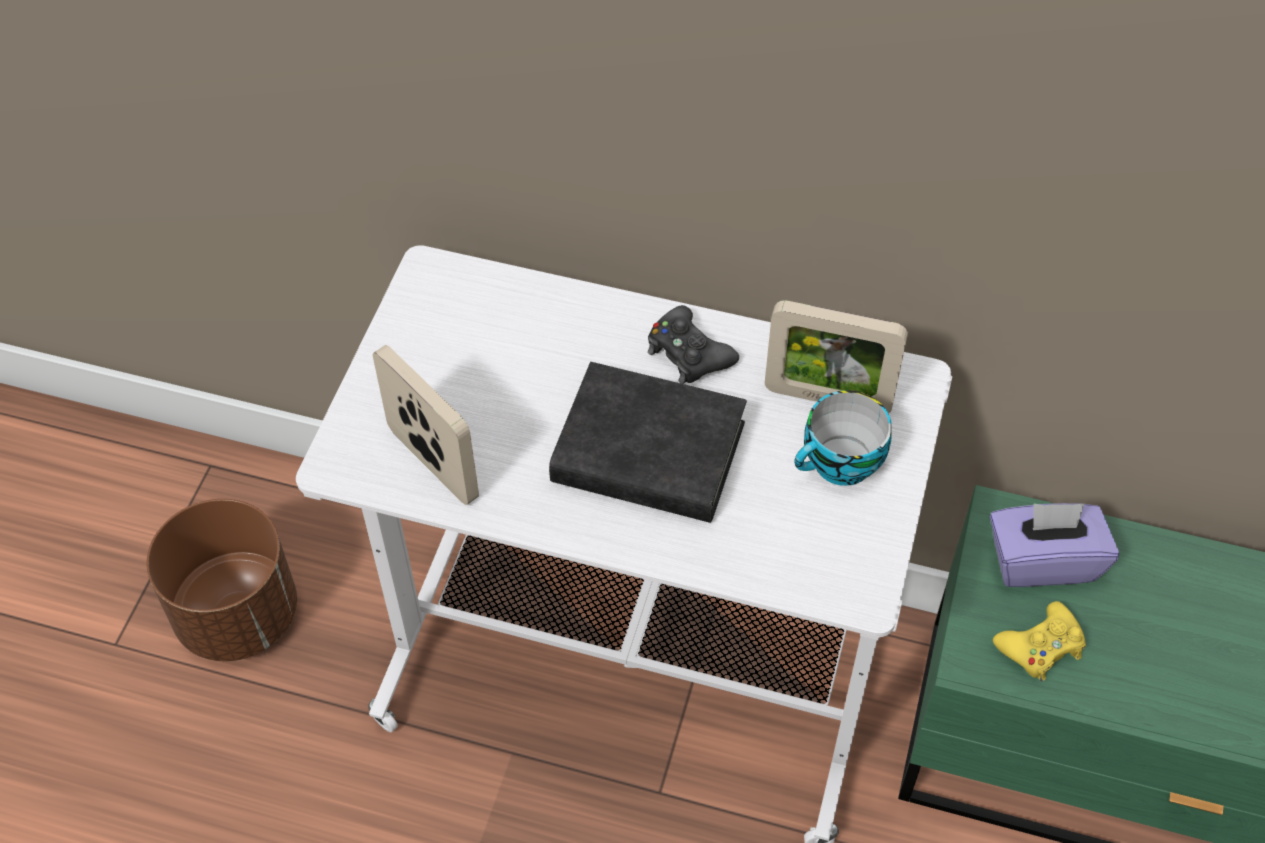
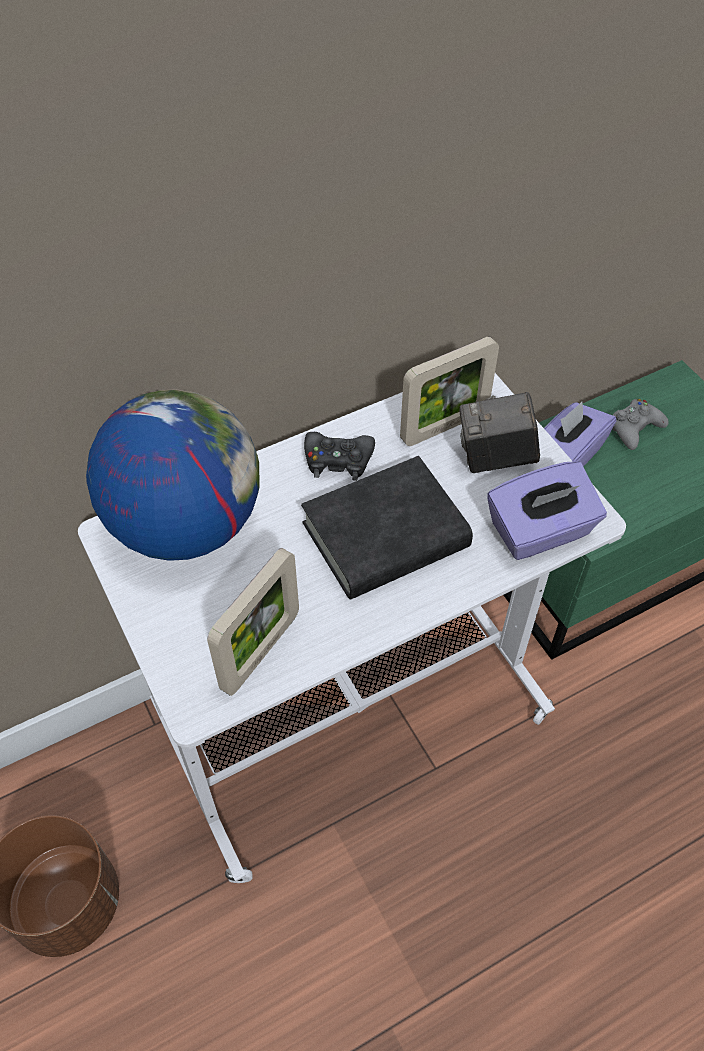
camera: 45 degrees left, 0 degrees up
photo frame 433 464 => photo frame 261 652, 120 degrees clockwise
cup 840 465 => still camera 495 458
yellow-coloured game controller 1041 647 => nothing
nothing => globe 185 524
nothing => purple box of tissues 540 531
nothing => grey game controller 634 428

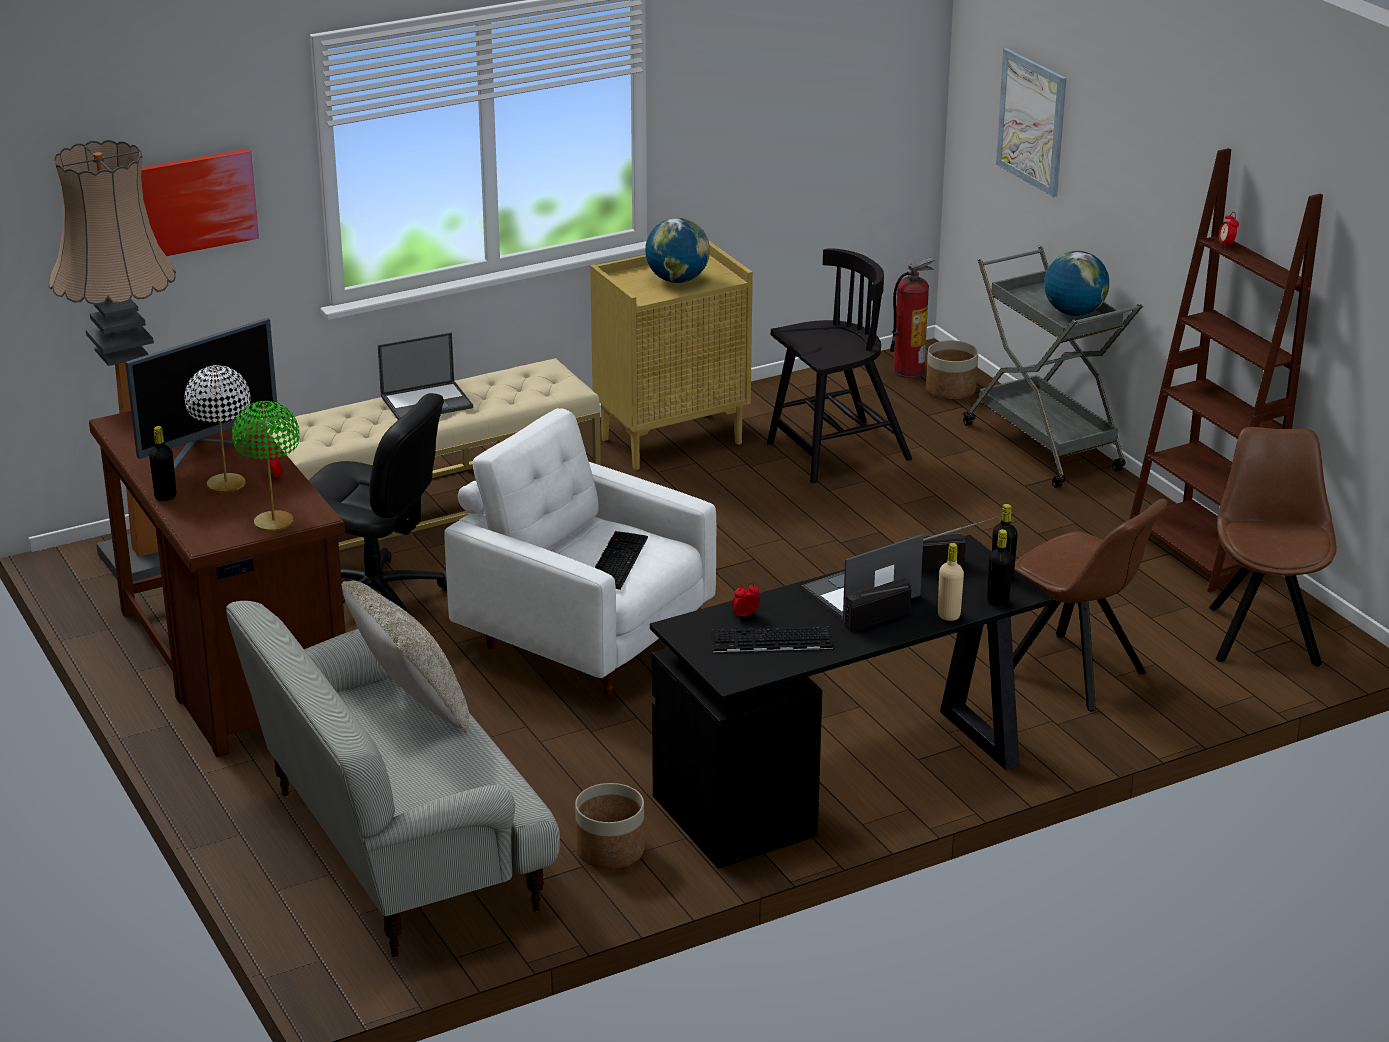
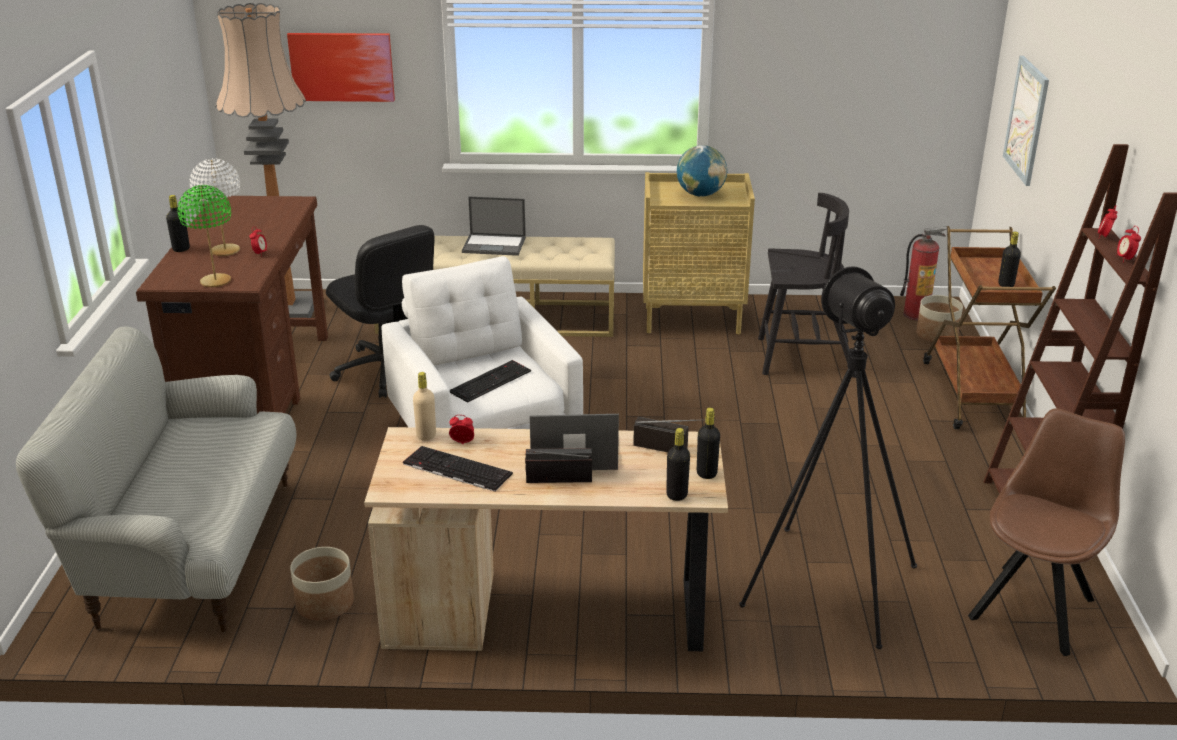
camera: 30 degrees right, 0 degrees up
computer screen 207 452 => nothing
beige-coloured pillow 410 707 => nothing
blackish desk 847 781 => beige-coloured desk 552 612
beige-coloured bottle 948 615 => beige-coloured bottle 426 435, move
grey cart 1043 448 => brownish cart 972 396
brownish plain chair 1075 673 => blackish standing lamp 829 586
globe 1074 313 => blackish bottle 1006 285
nothing => bedside clock 1125 259

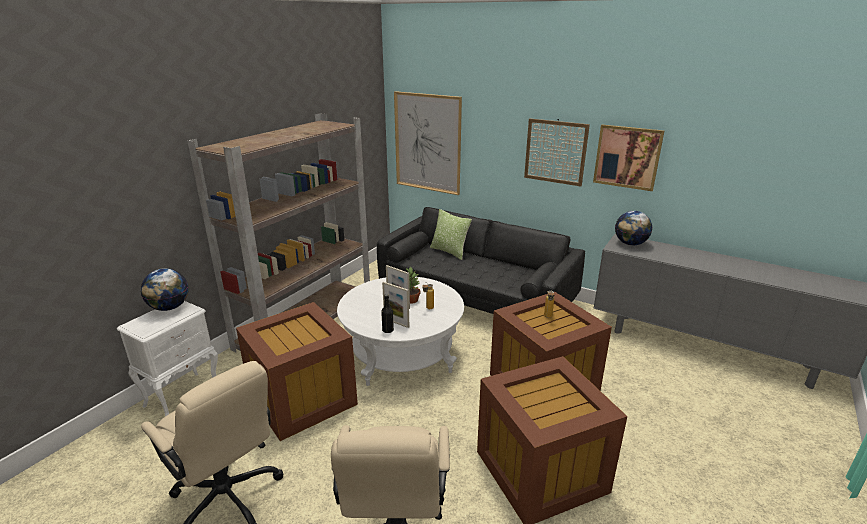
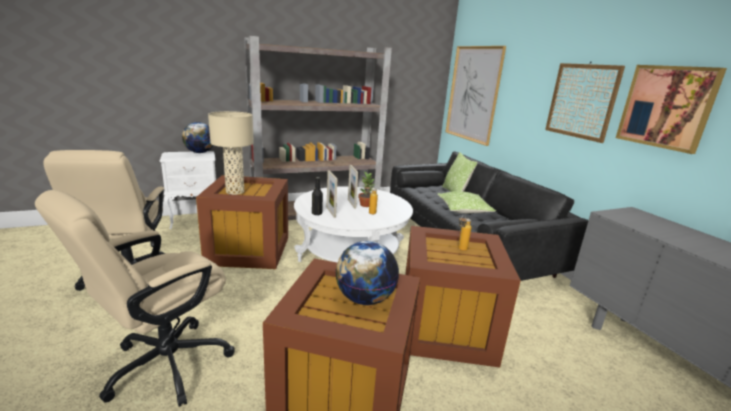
camera: 35 degrees right, 5 degrees down
globe 630 244 => globe 364 299, move
nothing => beige-coloured lamp for a table 234 191
nothing => pillow 463 210

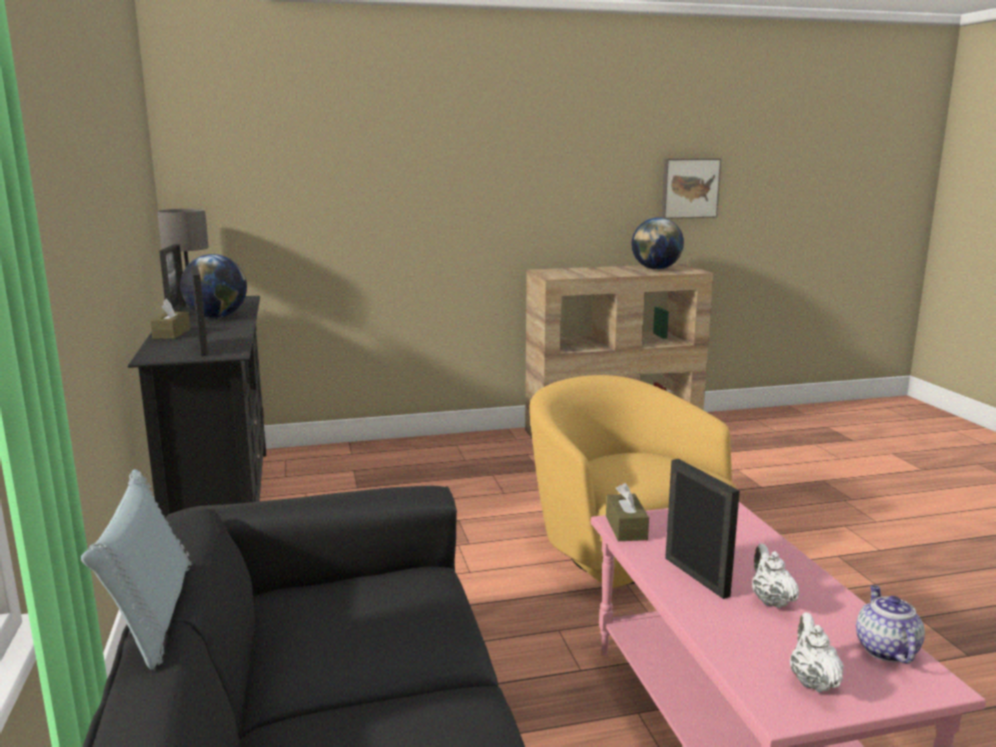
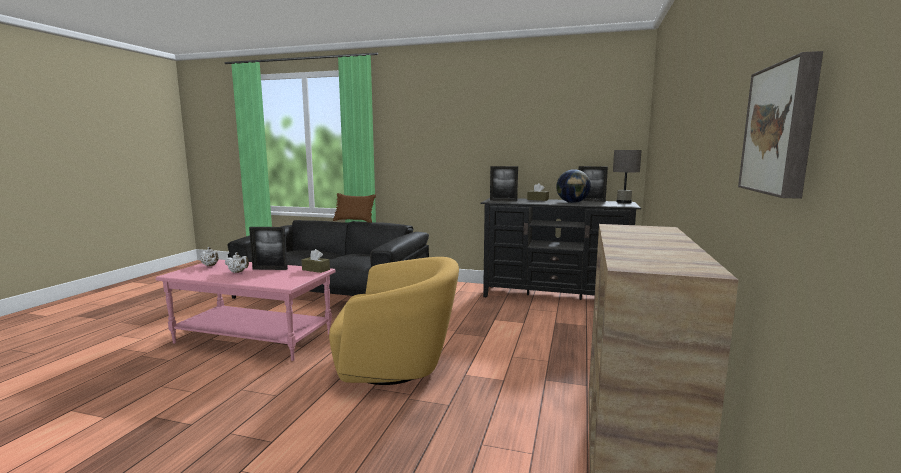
camera: 120 degrees right, 5 degrees down
blue pillow 151 614 => brownish pillow 354 221
globe 656 269 => nothing
pot for tea 885 649 => nothing

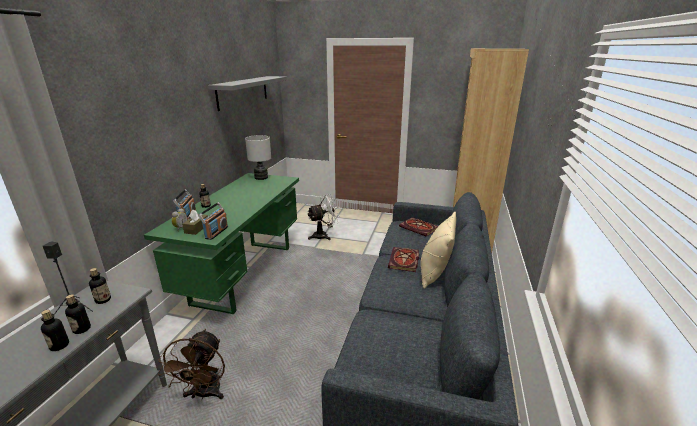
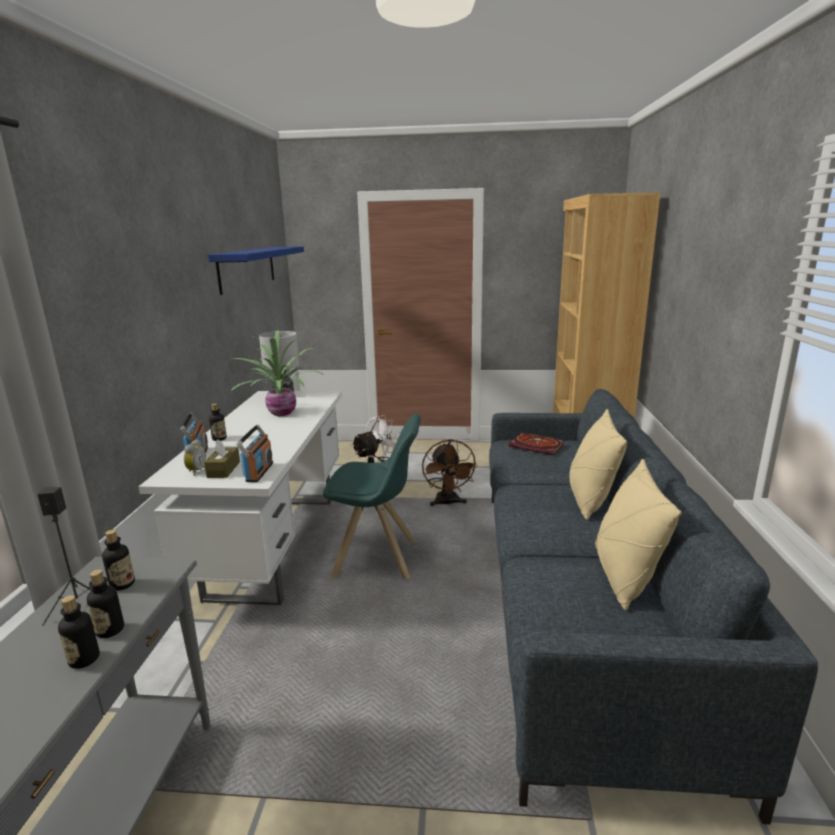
camera: 10 degrees left, 5 degrees down
greenish desk 244 273 => white desk 275 544
brownish electric fan 204 394 => brownish electric fan 448 503, move
grey shelf 243 92 => blue shelf 247 268
bound book 404 261 => nothing
nothing => plant in a pot 280 413
nothing => turquoise plain chair 376 558
nothing => beige-coloured pillow 623 576

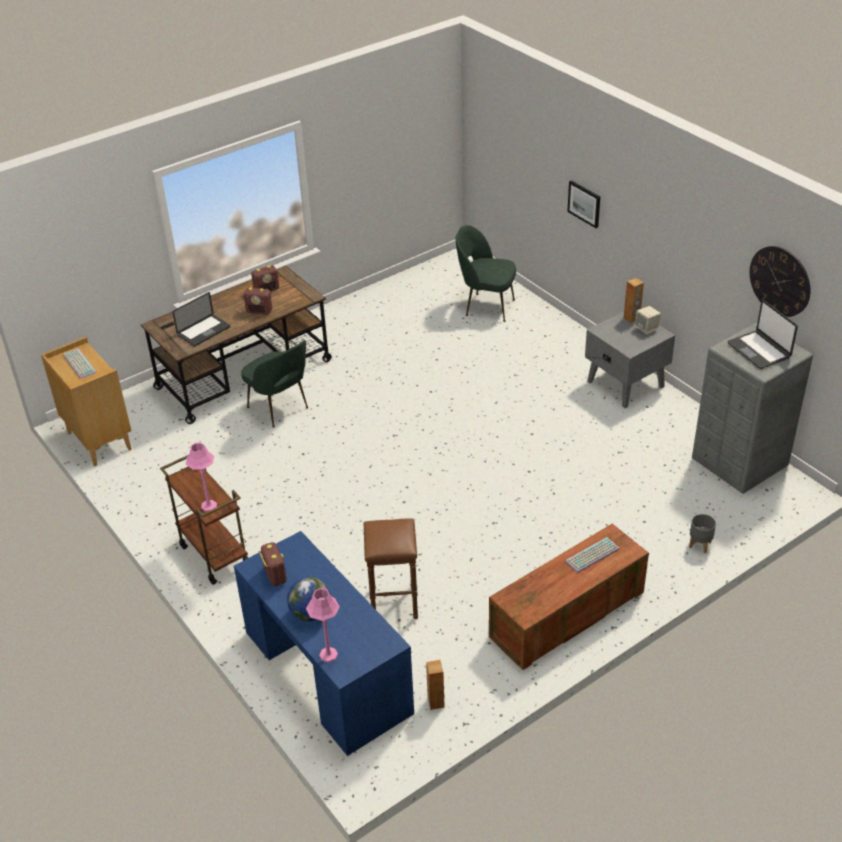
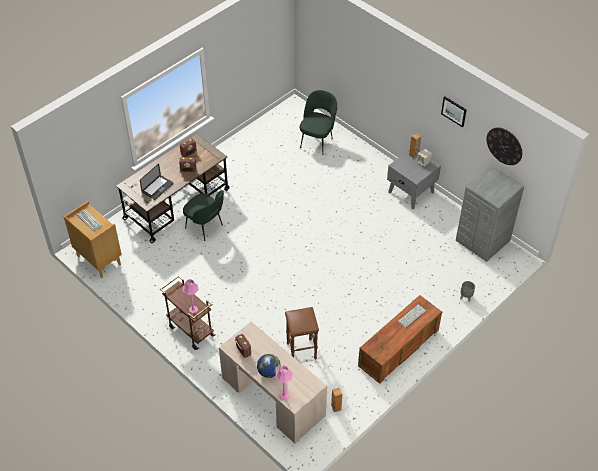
camera: 10 degrees left, 10 degrees up
blue desk 327 671 => beige-coloured desk 273 396
greenish plain chair 485 307 => greenish plain chair 317 141, 105 degrees clockwise
wall art 584 203 => wall art 454 111, move
portable computer 759 350 => nothing

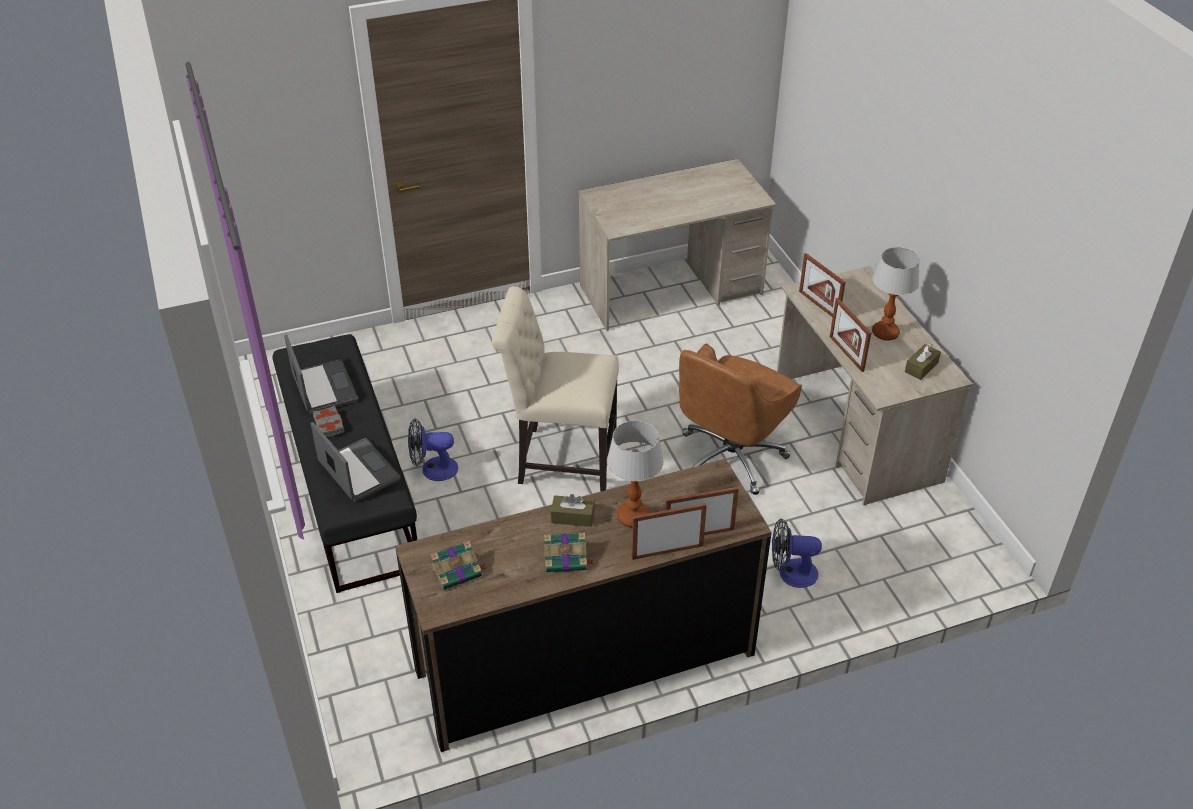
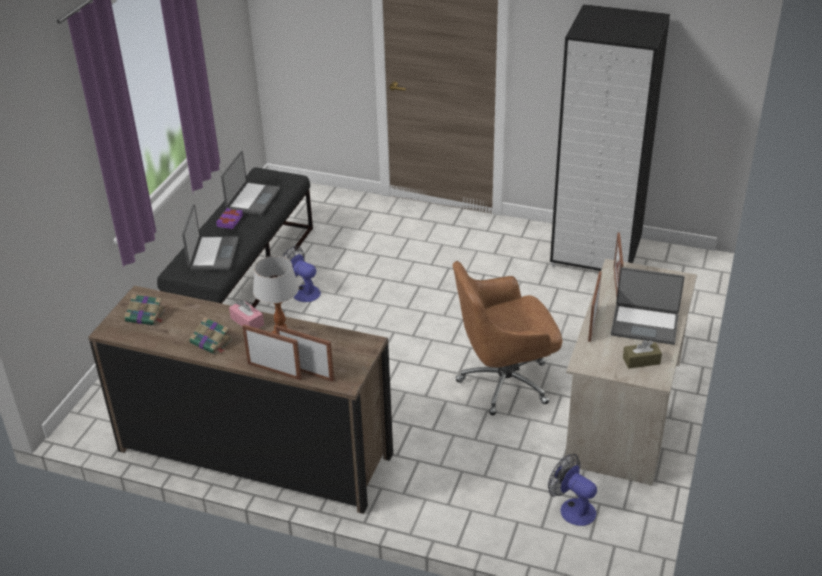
camera: 40 degrees right, 5 degrees down
grey bound book 329 424 => purple bound book 230 221
beige-coloured plain chair 560 458 => nothing
brownish box of tissues 573 517 => pinkish box of tissues 247 321
beige-coloured desk 671 291 => clothes cupboard 596 254
electric fan 790 573 => electric fan 572 508, move
lamp for a table 885 333 => portable computer 645 324

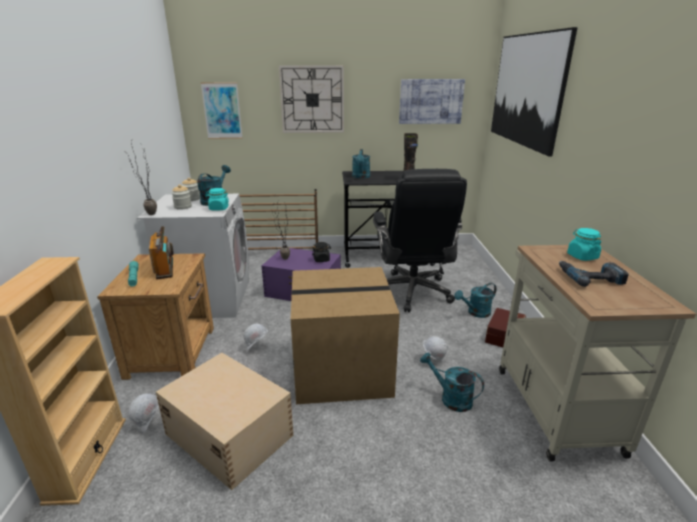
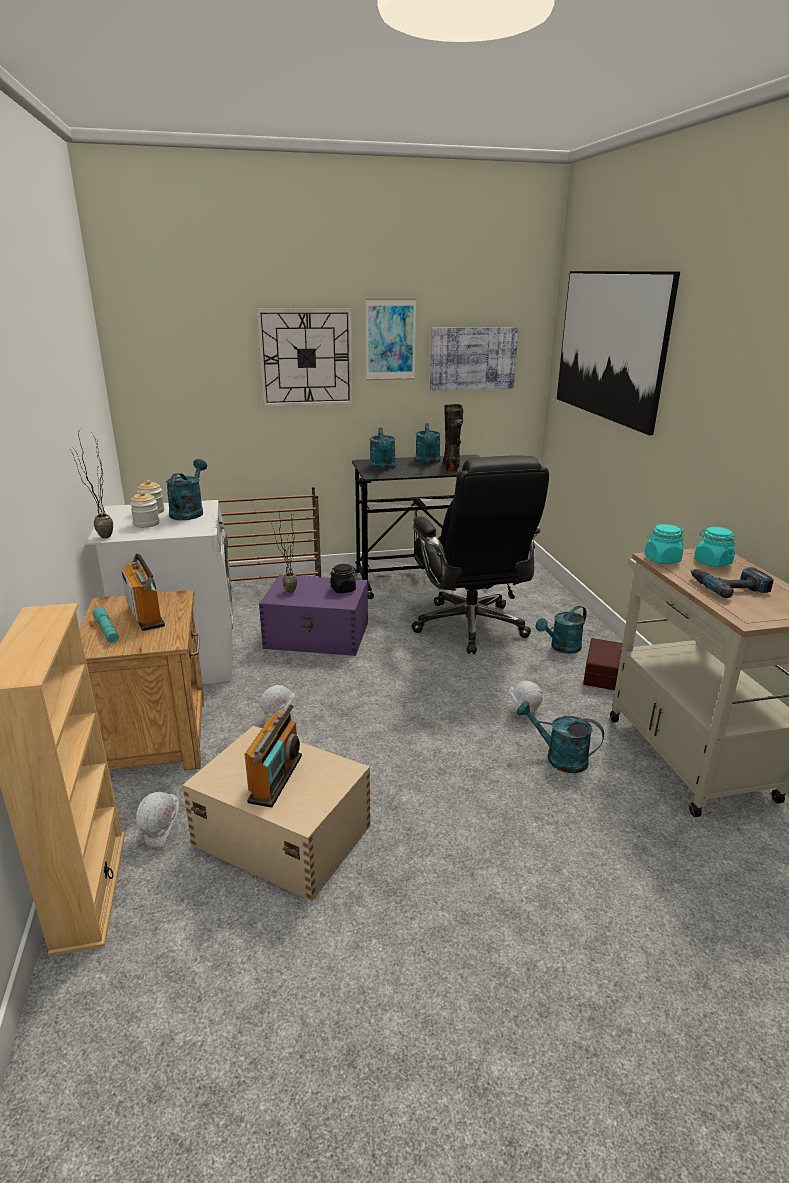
camera: 10 degrees left, 0 degrees up
wall art 222 111 => wall art 390 340, move
turquoise jar 218 208 => turquoise jar 661 560, move
cardboard box 343 368 => nothing
nothing => radio set 276 778
nothing => turquoise watering can 428 462

